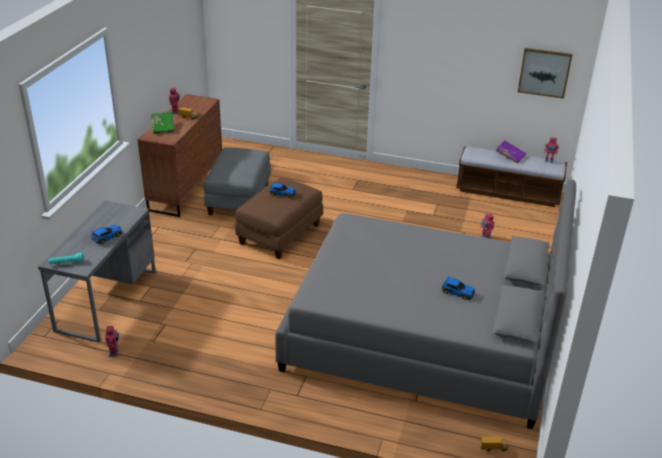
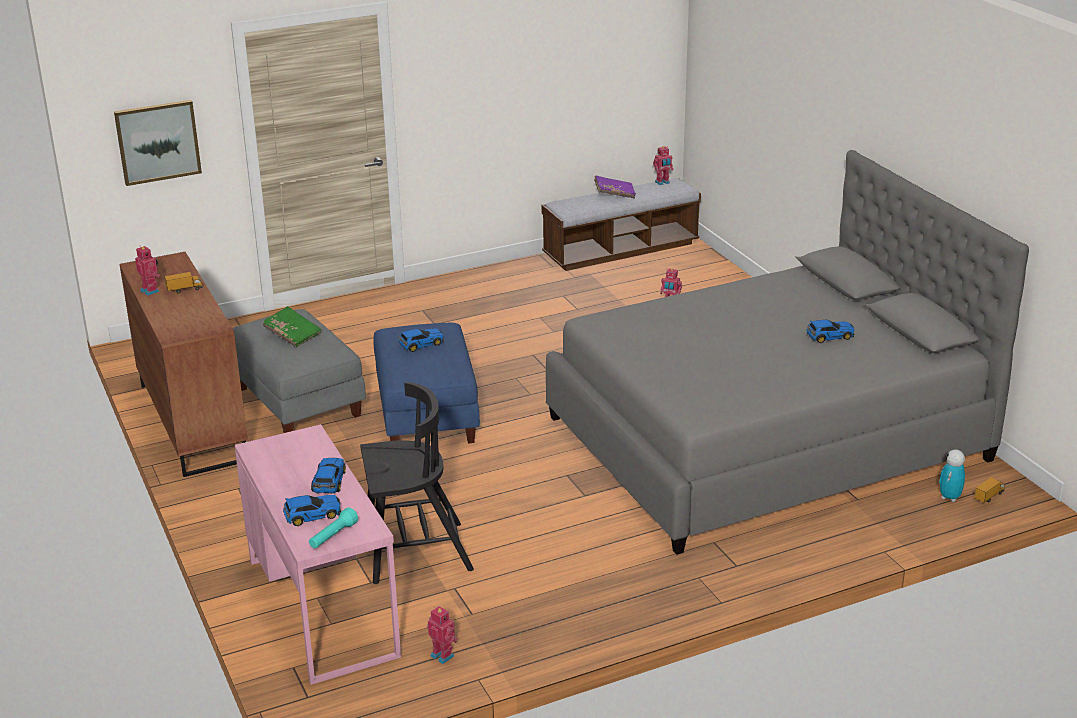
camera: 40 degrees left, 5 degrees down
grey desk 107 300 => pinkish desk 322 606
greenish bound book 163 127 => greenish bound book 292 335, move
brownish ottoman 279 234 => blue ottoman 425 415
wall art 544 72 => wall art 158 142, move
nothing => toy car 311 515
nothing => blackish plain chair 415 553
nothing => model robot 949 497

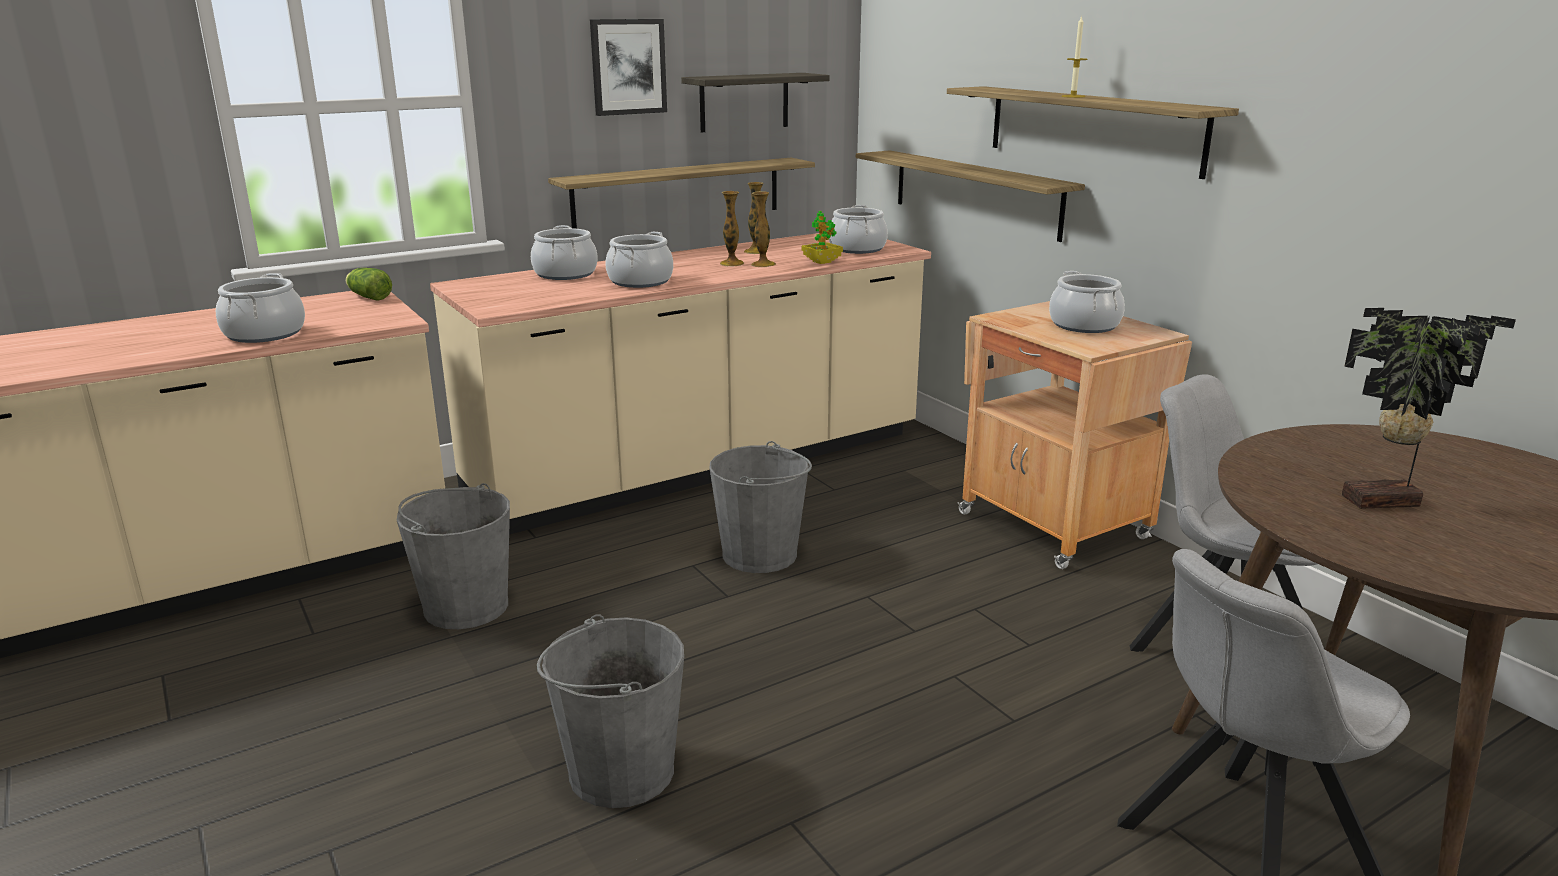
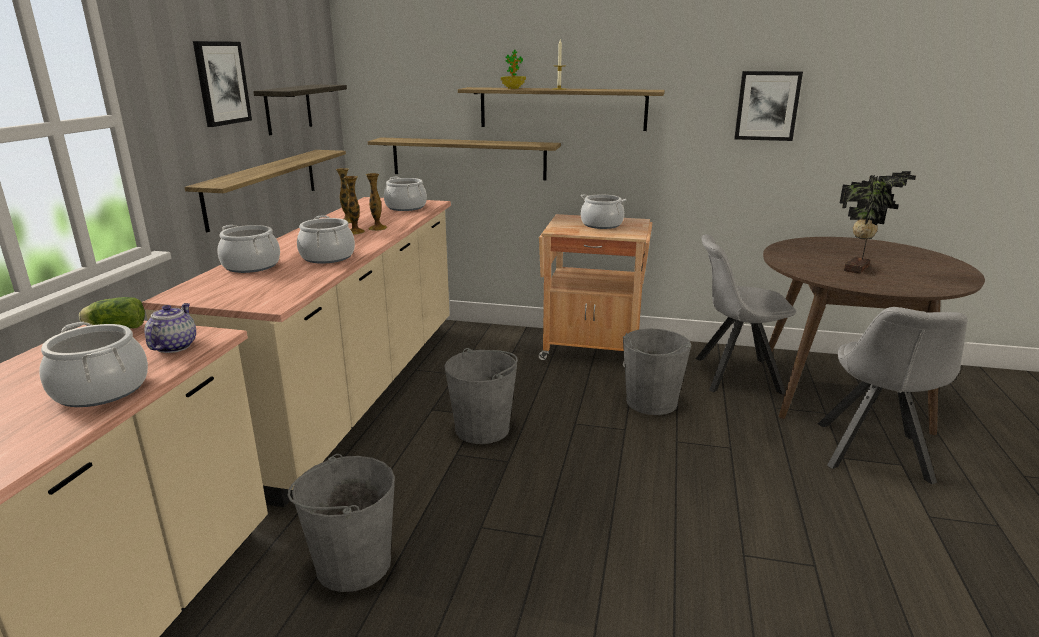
camera: 45 degrees left, 0 degrees up
grey pail 620 771 => grey pail 651 402, move
plant in a pot 822 262 => plant in a pot 513 88, move
nothing => pot for tea 174 346
nothing => wall art 767 106

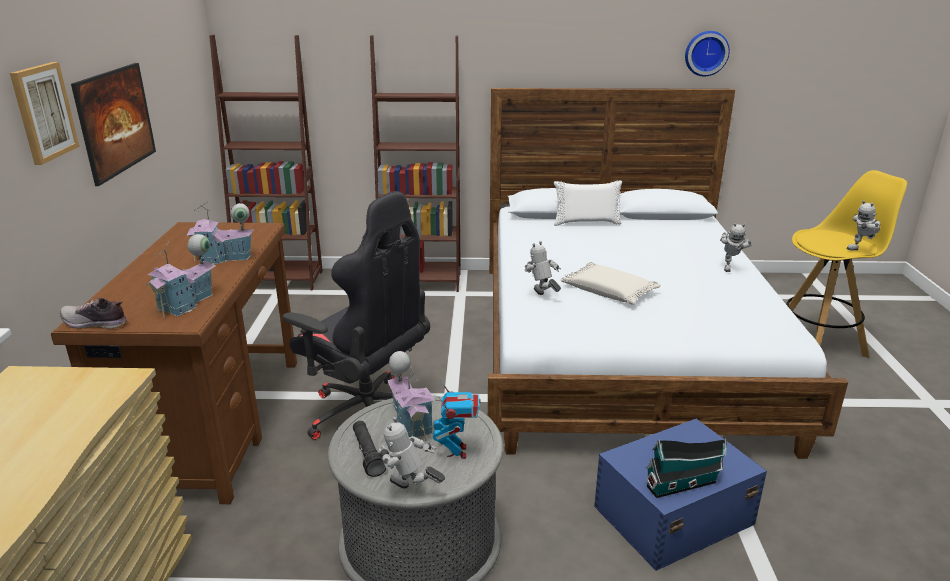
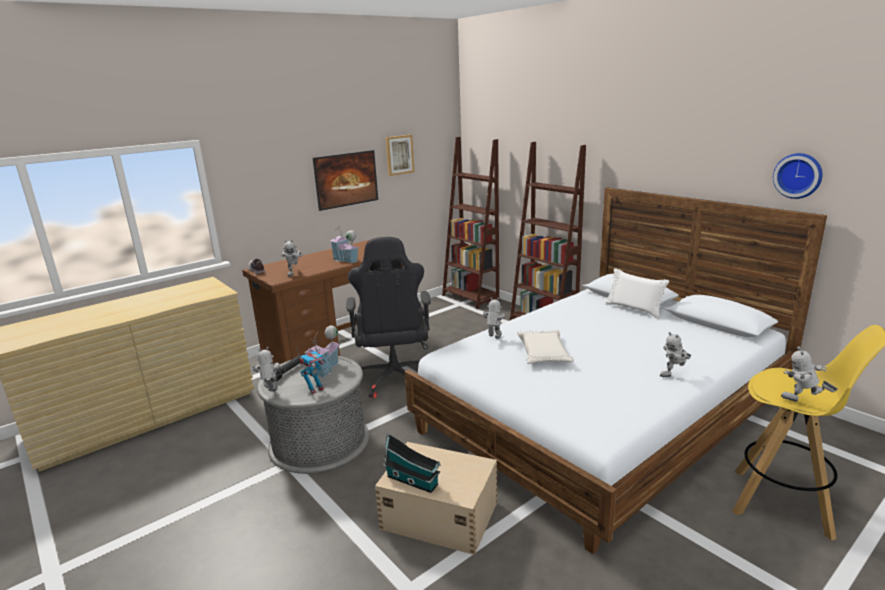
camera: 50 degrees right, 5 degrees down
wall art 43 112 => wall art 399 155, move
miniature house 188 303 => model robot 294 273
blue storage container 671 515 => beige-coloured storage container 438 514

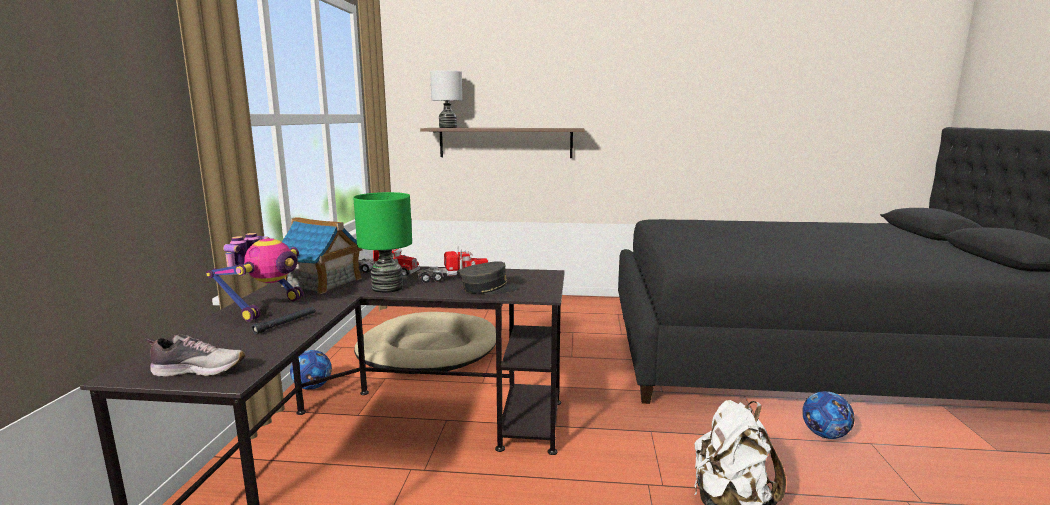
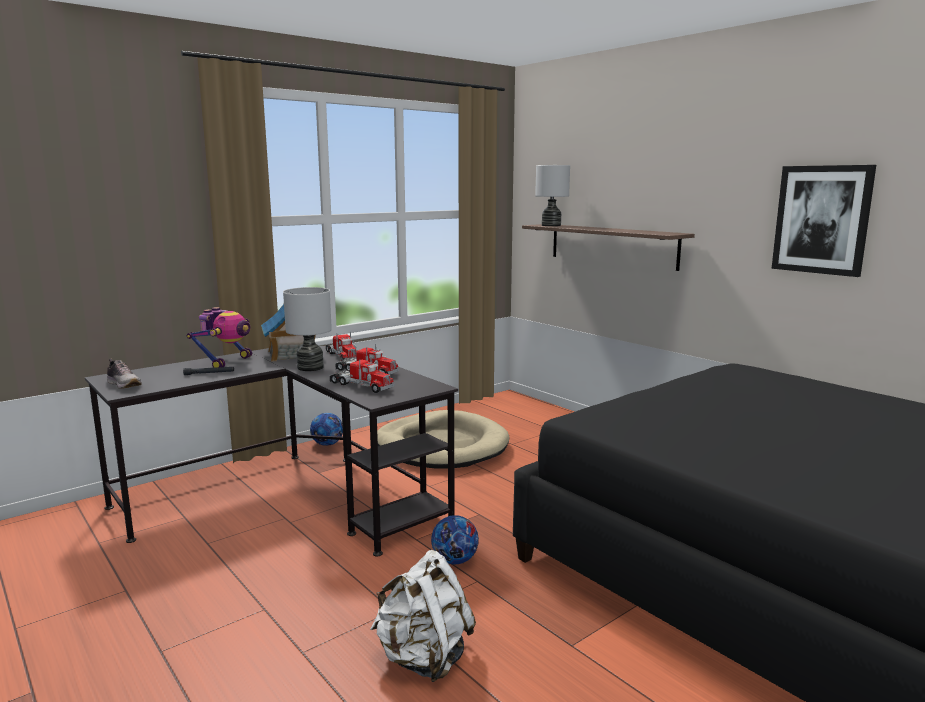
camera: 45 degrees right, 0 degrees up
model robot 267 308 => model robot 227 362, 45 degrees counterclockwise
greenish lamp for a table 387 288 => grey lamp for a table 310 368
grey peaked cap 489 288 => model truck 361 386
ball for football 824 435 => ball for football 455 560, move
nothing => wall art 822 219

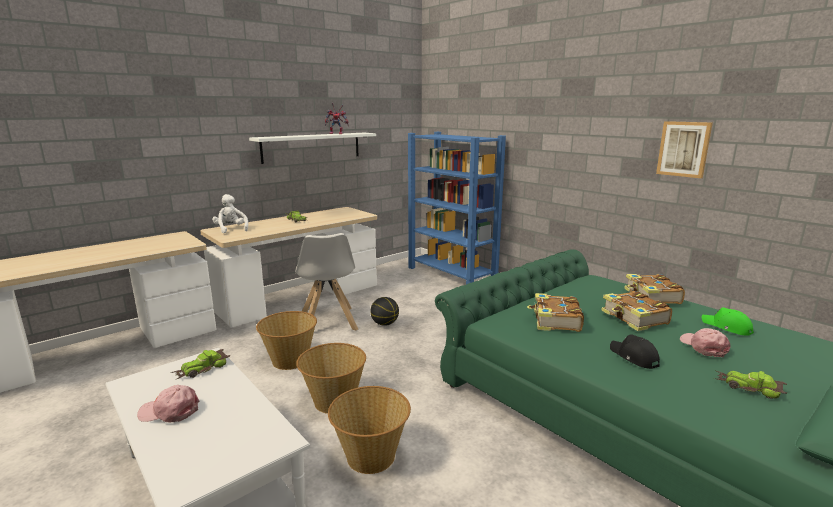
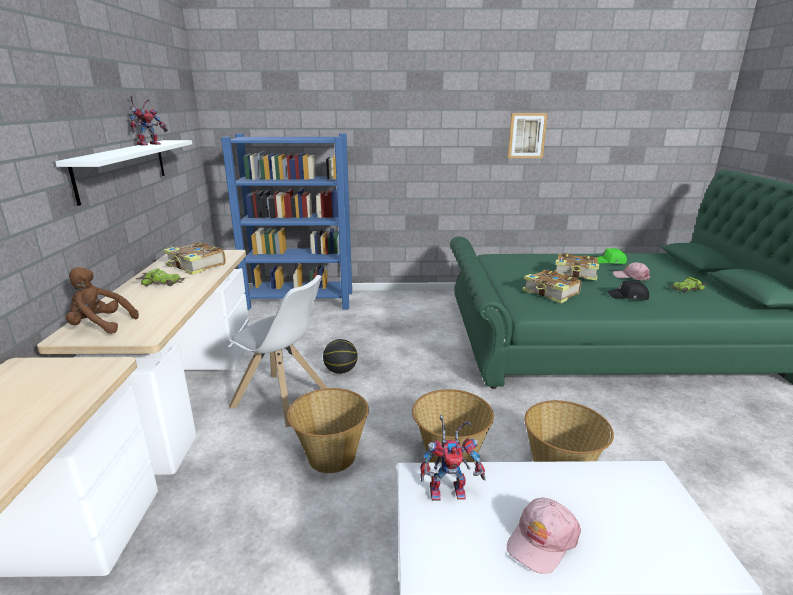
camera: 50 degrees left, 5 degrees up
toy car 202 369 => model robot 450 489
white cuddly toy 231 229 => brownish cuddly toy 100 326
bound book 651 297 => bound book 196 266, move

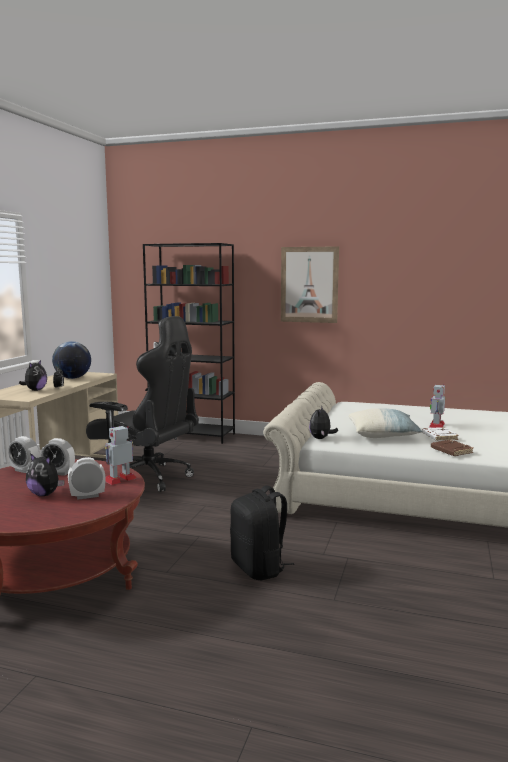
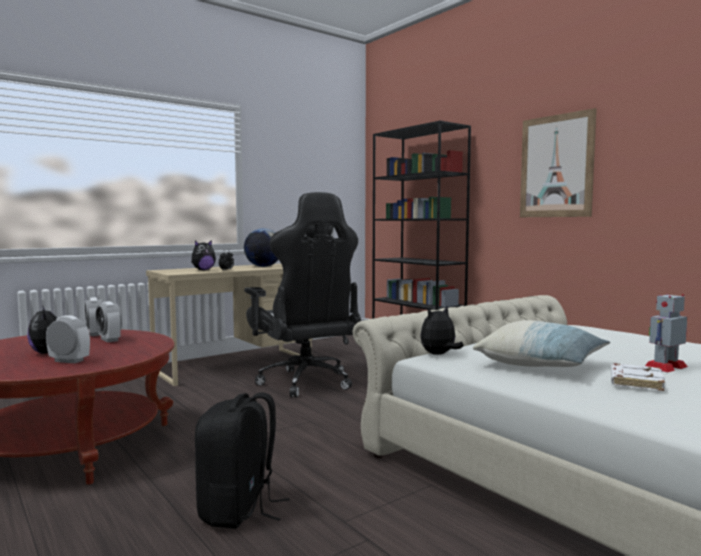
camera: 35 degrees right, 5 degrees down
model robot 120 479 => nothing
brownish bound book 450 451 => nothing

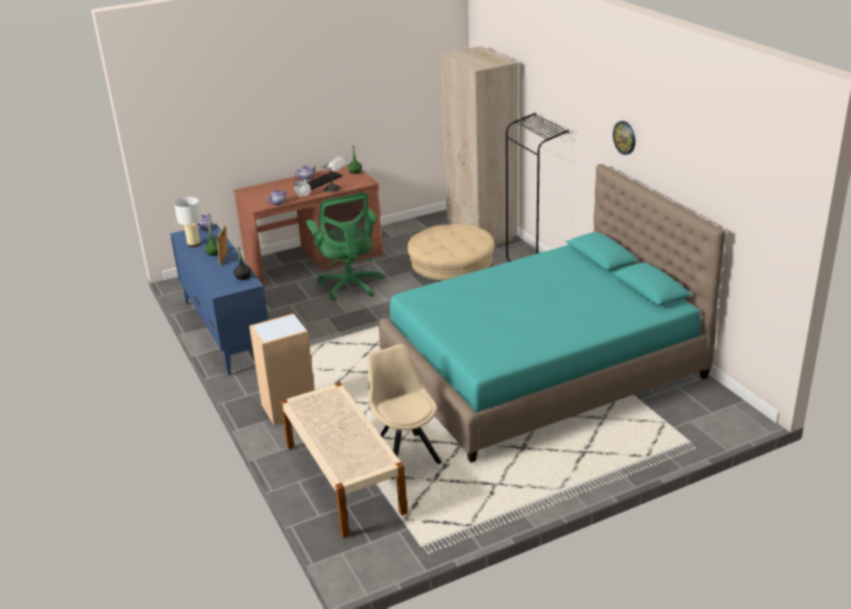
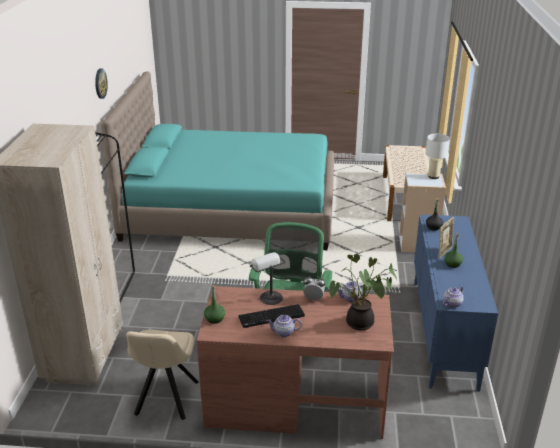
camera: 150 degrees left, 0 degrees up
white lamp for a table 194 244 => white lamp for a table 433 177, move
beige-coloured plain chair 405 455 => beige-coloured plain chair 166 398, move
beige-coloured ottoman 451 275 => nothing
nothing => plant in a pot 358 324

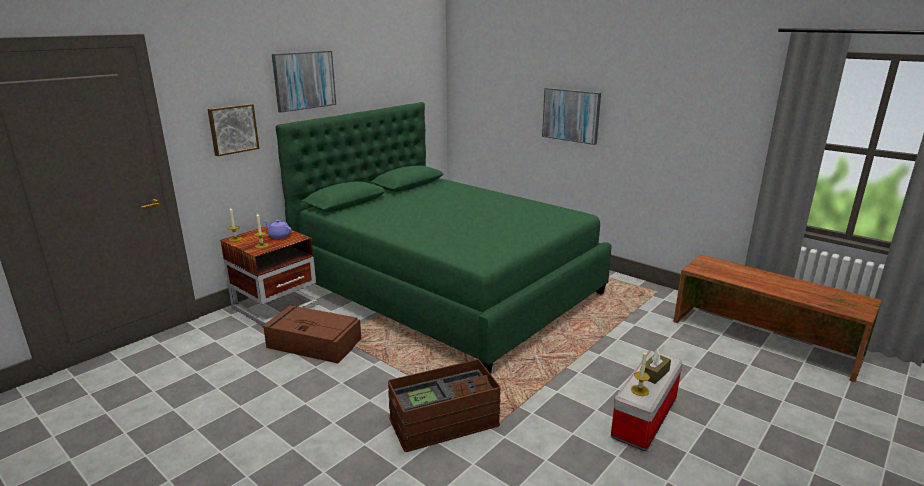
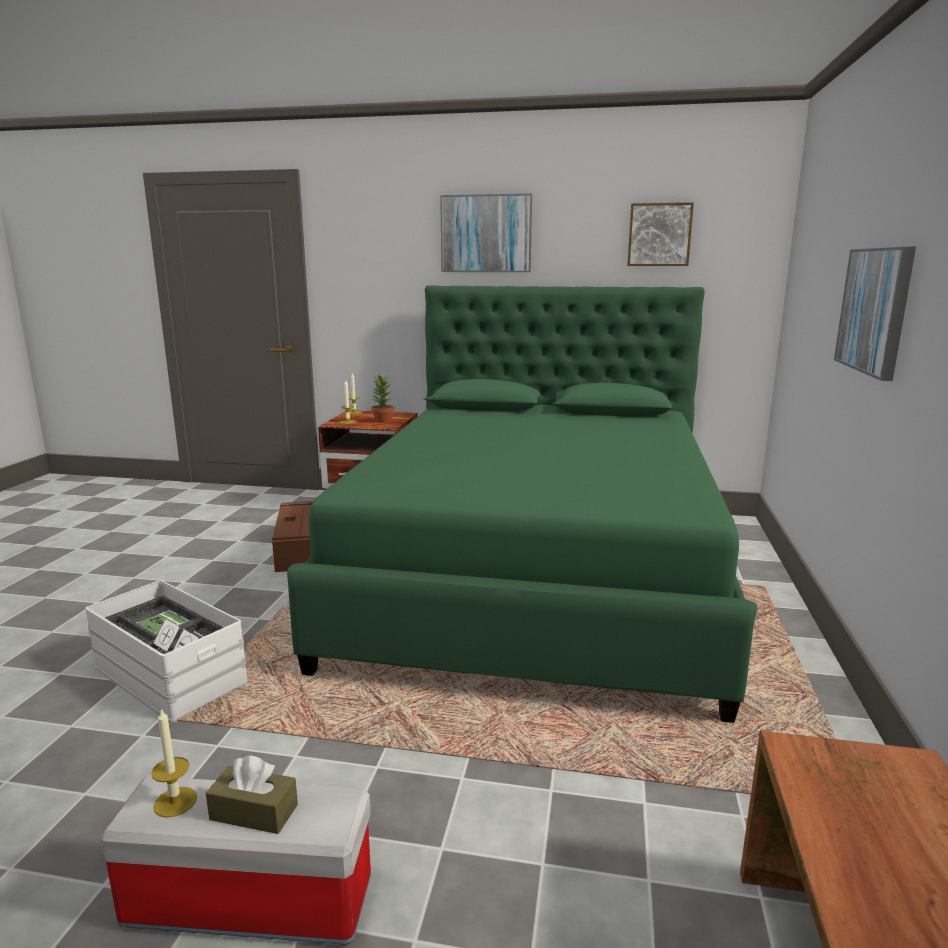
camera: 60 degrees right, 5 degrees down
wall art 233 129 => wall art 659 235, move
purple pot for tea 279 236 => plant in a pot 382 420
brownish storage container 444 420 => white storage container 172 674

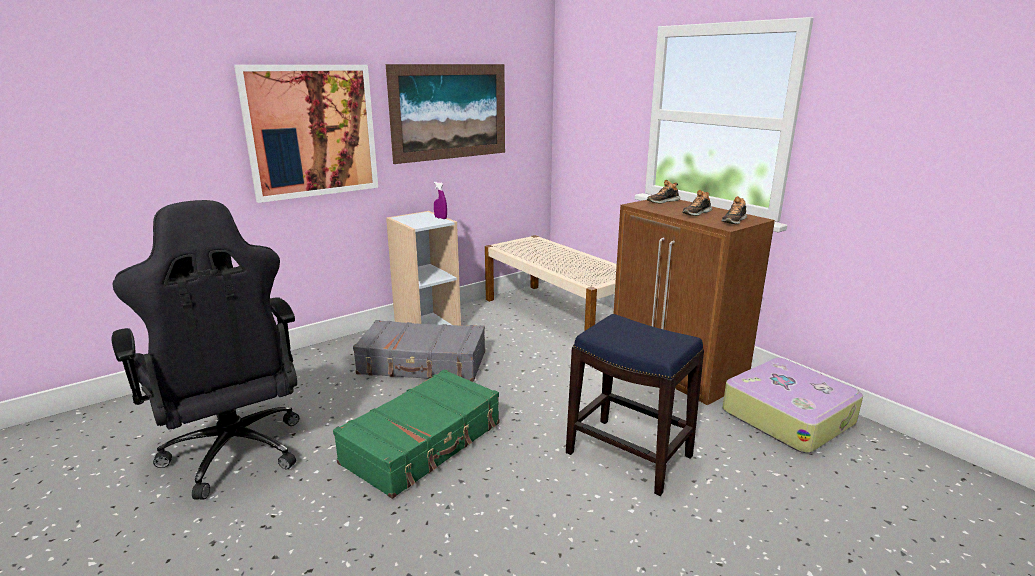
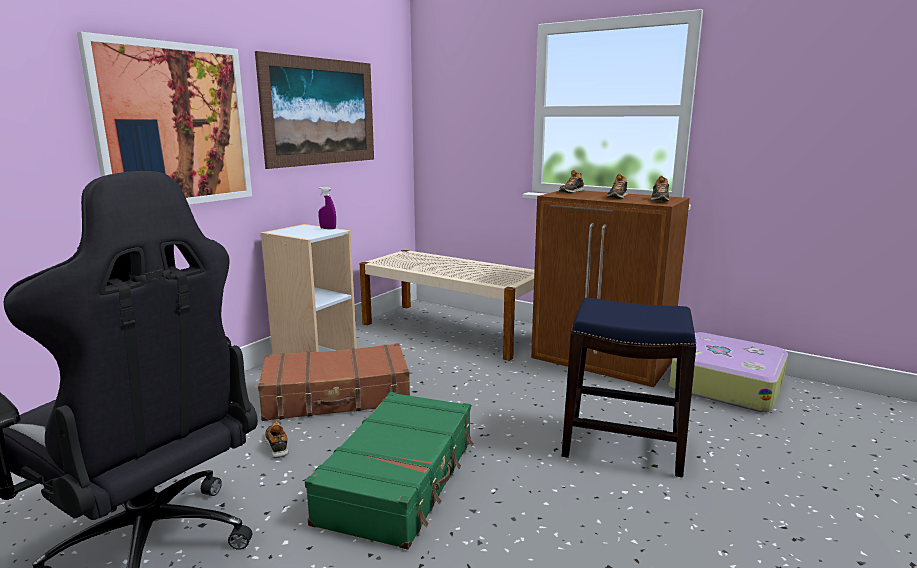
camera: 20 degrees left, 5 degrees down
grey travel case 423 364 => brownish travel case 337 397
nothing => item of footwear 277 445

